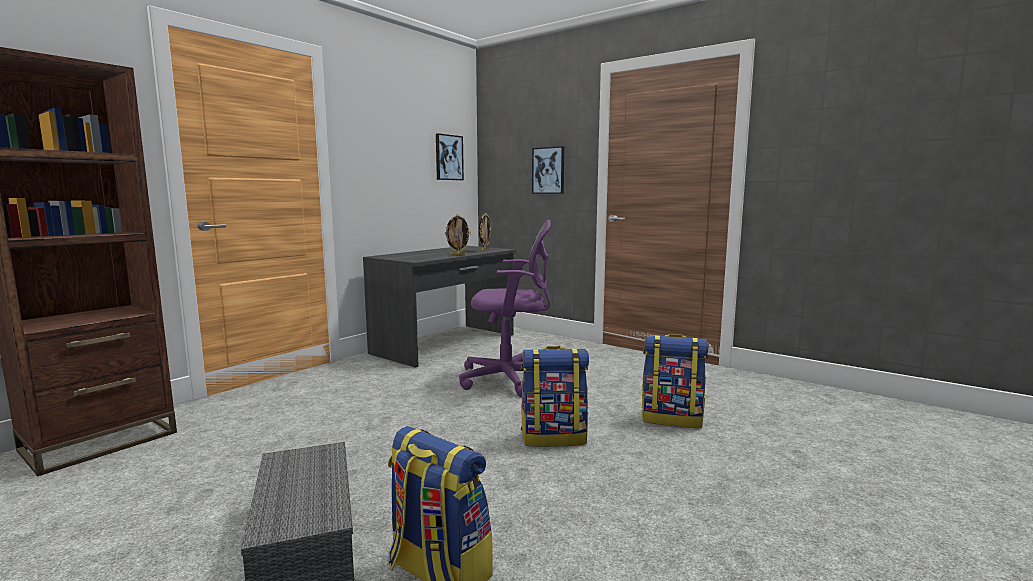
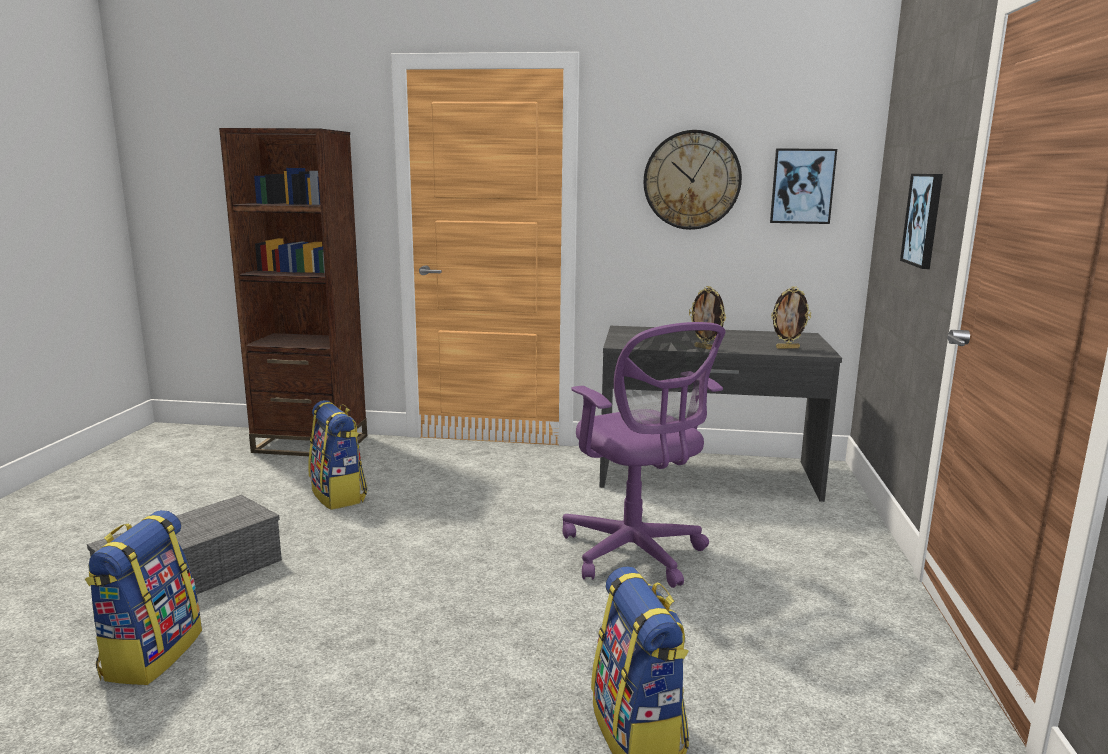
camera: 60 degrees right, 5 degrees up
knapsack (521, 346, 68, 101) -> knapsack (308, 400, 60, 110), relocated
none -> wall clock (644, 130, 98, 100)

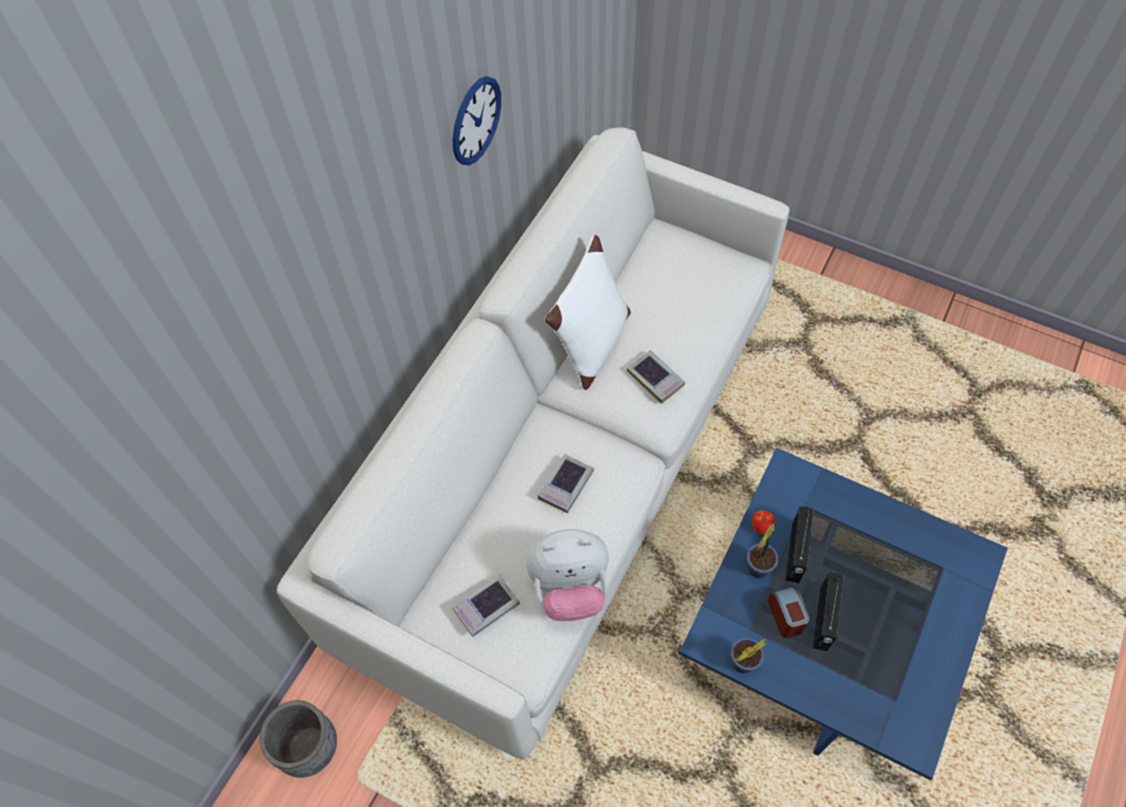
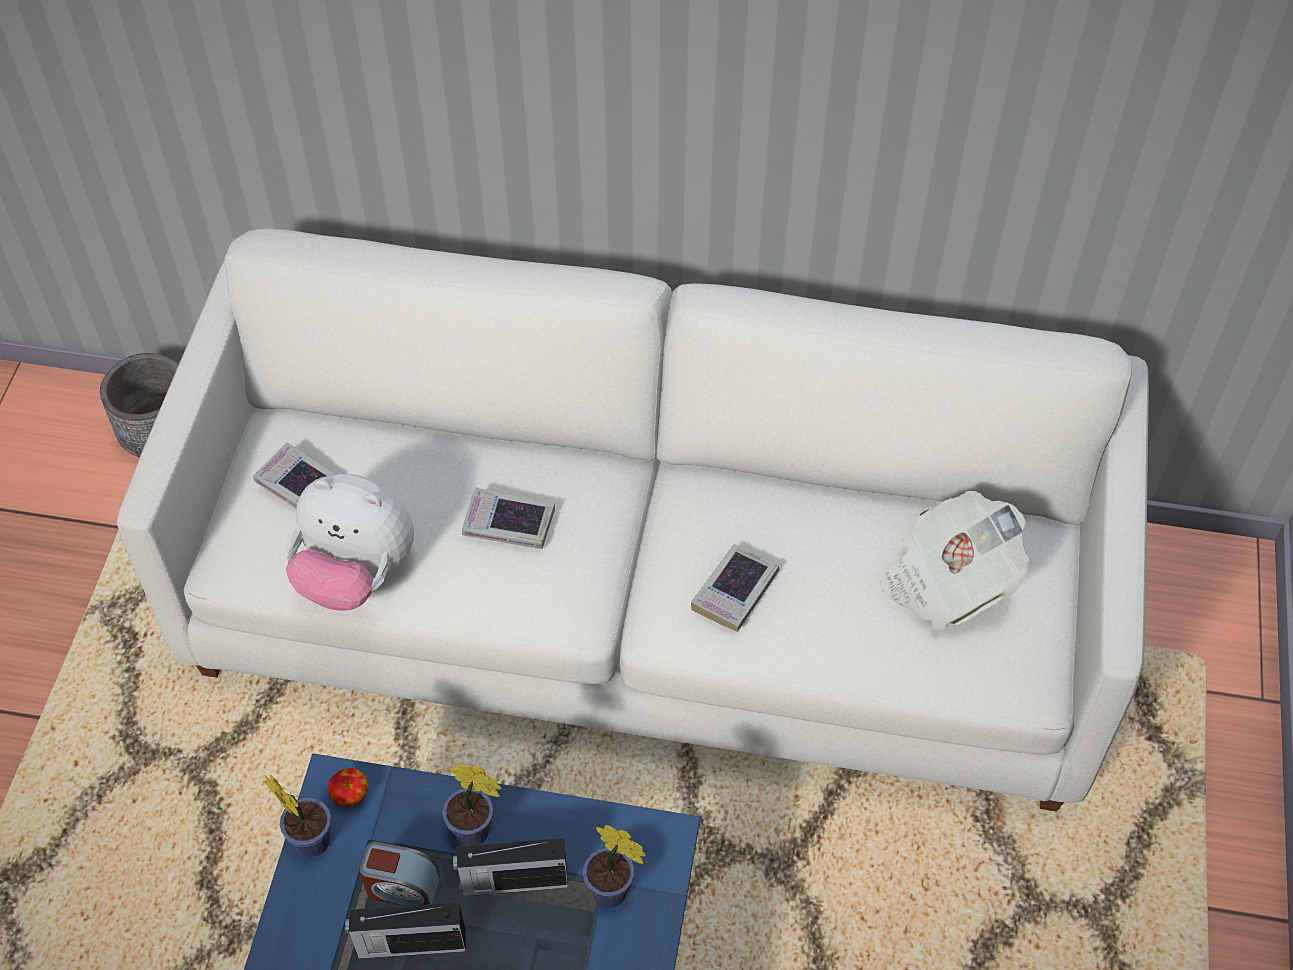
camera: 70 degrees right, 5 degrees down
wall clock (453, 76, 48, 89) -> none
soft toy (526, 529, 83, 92) -> soft toy (286, 474, 128, 137), 45 degrees counterclockwise
white throw pillow (544, 235, 87, 155) -> none
apple (752, 510, 23, 24) -> apple (328, 768, 40, 38), relocated
bedside clock (767, 587, 43, 51) -> bedside clock (359, 841, 81, 65), 45 degrees clockwise
none -> plant in a pot (583, 825, 63, 82)
none -> newspaper (880, 491, 149, 141)

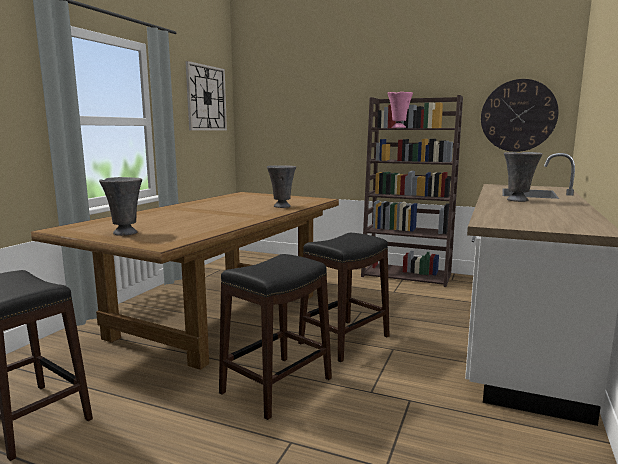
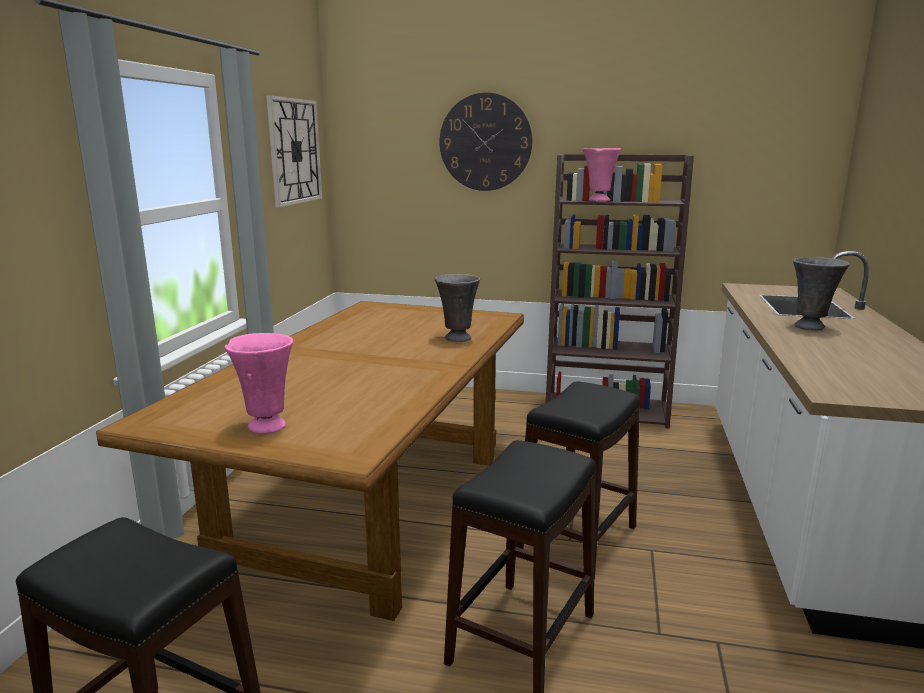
camera: 10 degrees left, 5 degrees up
greyish flower vase (99, 177, 43, 59) -> pinkish flower vase (225, 333, 68, 101)
wall clock (481, 79, 78, 73) -> wall clock (439, 92, 93, 99), relocated

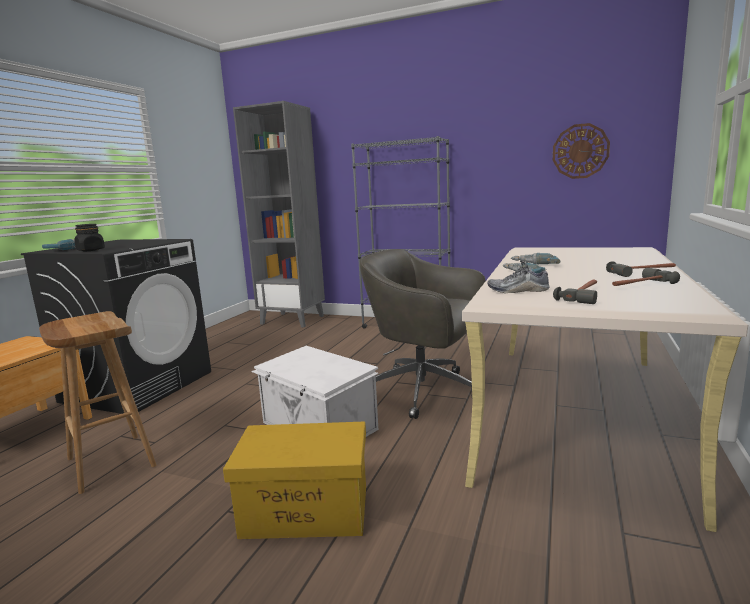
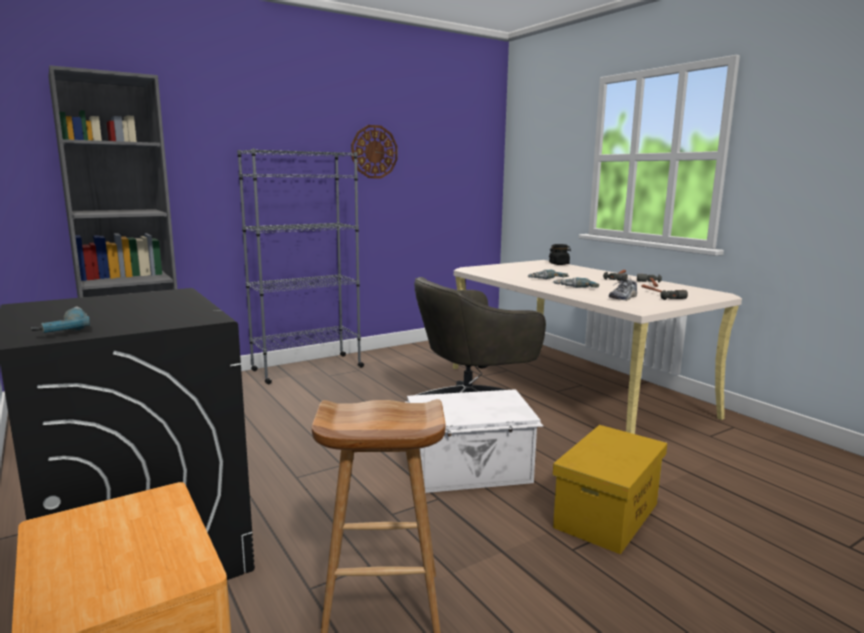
camera: 55 degrees left, 0 degrees up
blackish storage jar (74, 224, 31, 27) -> blackish storage jar (549, 244, 22, 21), relocated
wall clock (553, 123, 57, 56) -> wall clock (351, 125, 47, 53), relocated

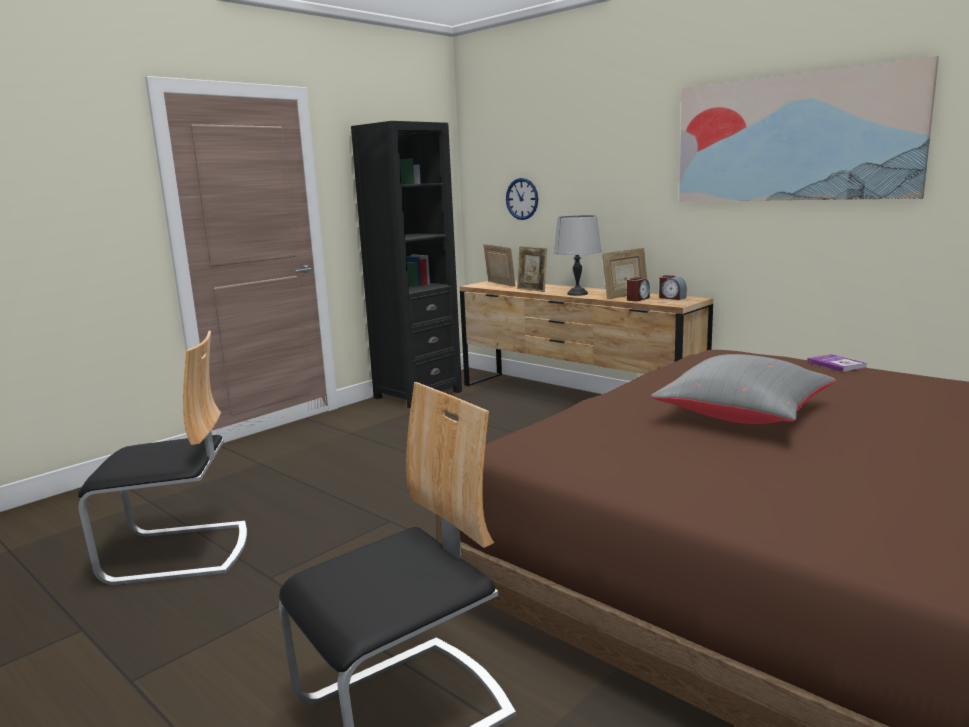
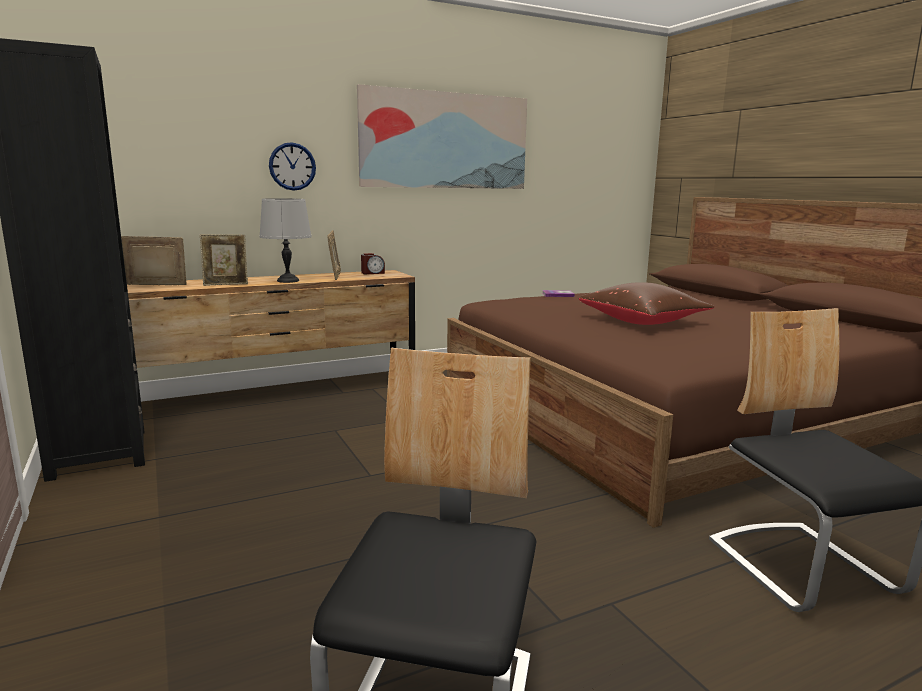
camera: 70 degrees left, 0 degrees up
wall clock (506, 178, 32, 42) -> wall clock (269, 142, 47, 49), relocated
bedside clock (627, 277, 23, 24) -> none
greyish throw pillow (651, 354, 185, 70) -> brown throw pillow (579, 282, 135, 43)

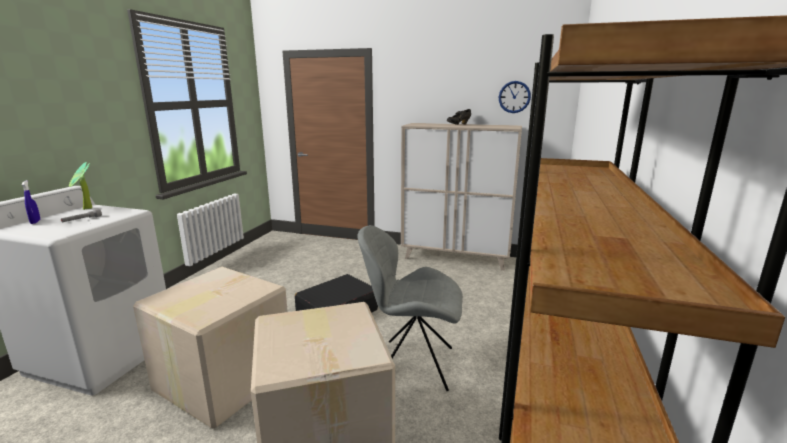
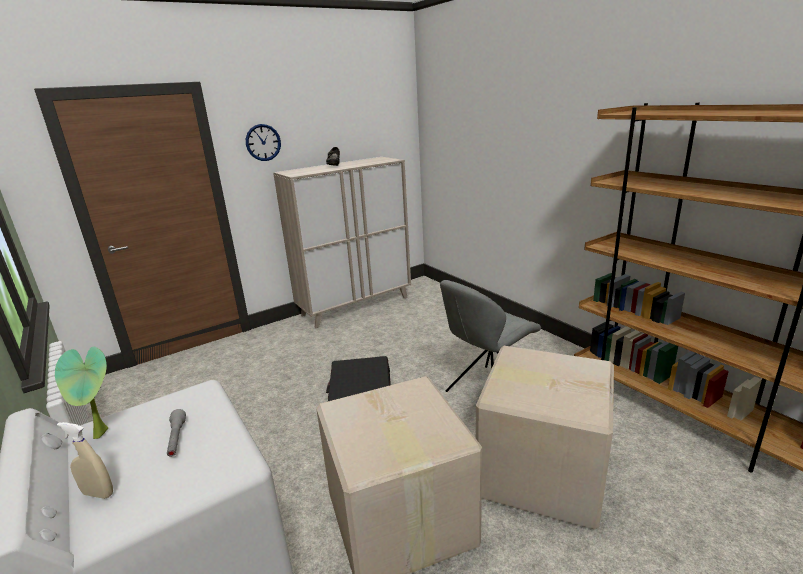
camera: 50 degrees left, 5 degrees up
blue hand sprayer (22, 180, 18, 44) -> beige-coloured hand sprayer (57, 422, 56, 77)
wall clock (499, 81, 32, 32) -> wall clock (246, 124, 35, 37), relocated

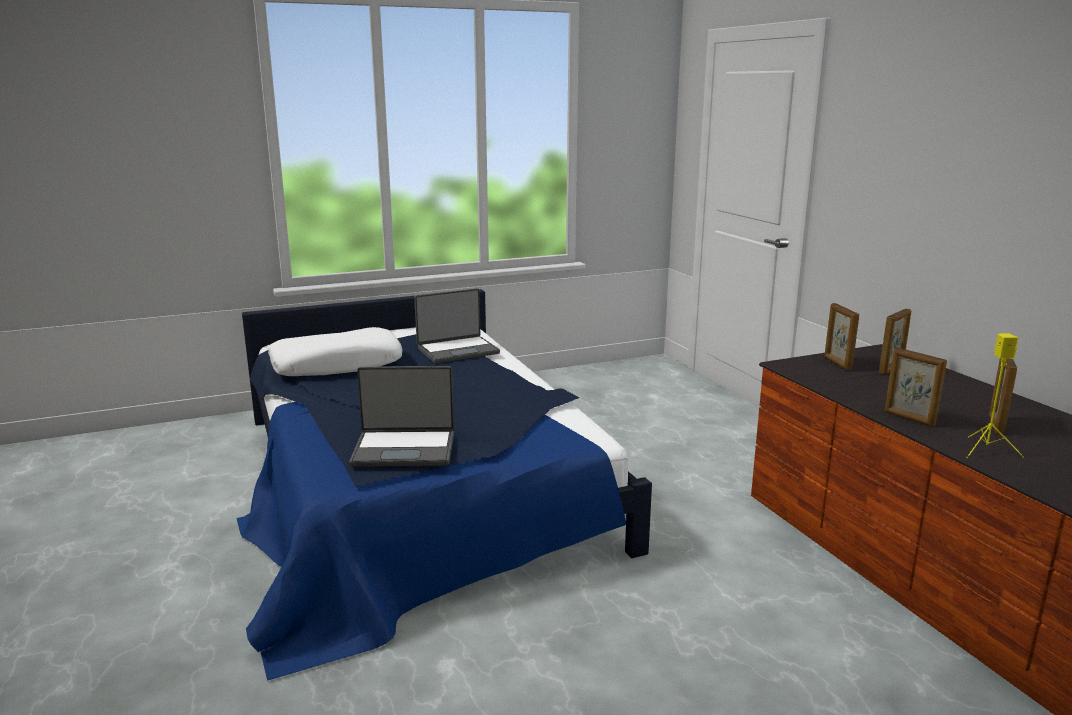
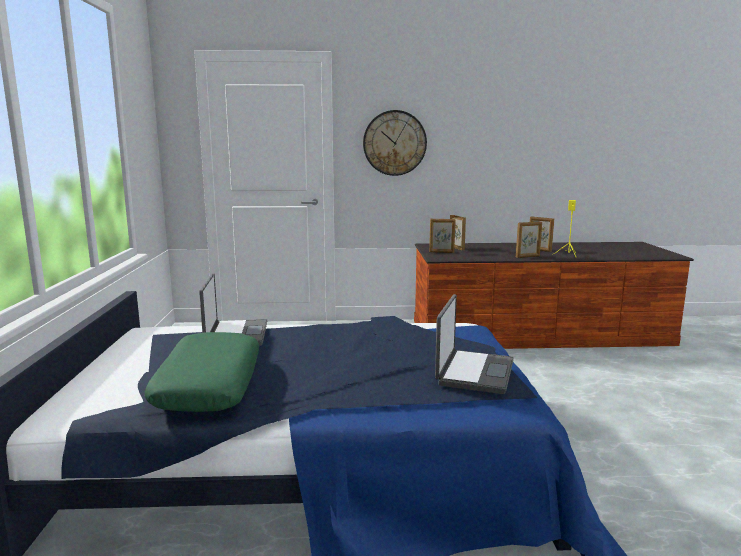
camera: 70 degrees left, 5 degrees down
white throw pillow (268, 327, 134, 49) -> greenish throw pillow (144, 332, 115, 80)
none -> wall clock (363, 110, 64, 66)

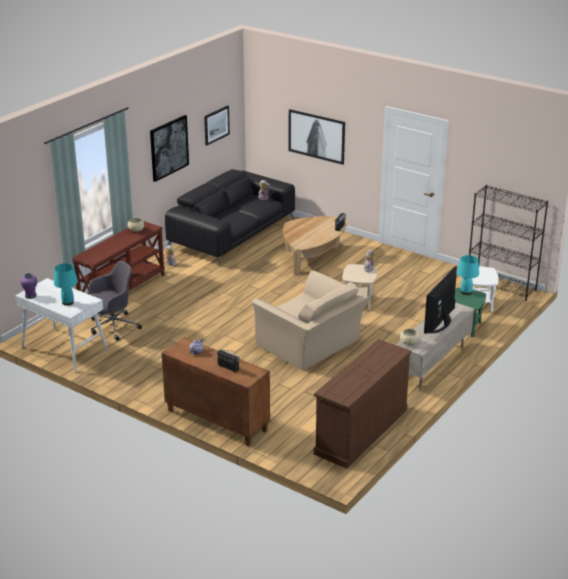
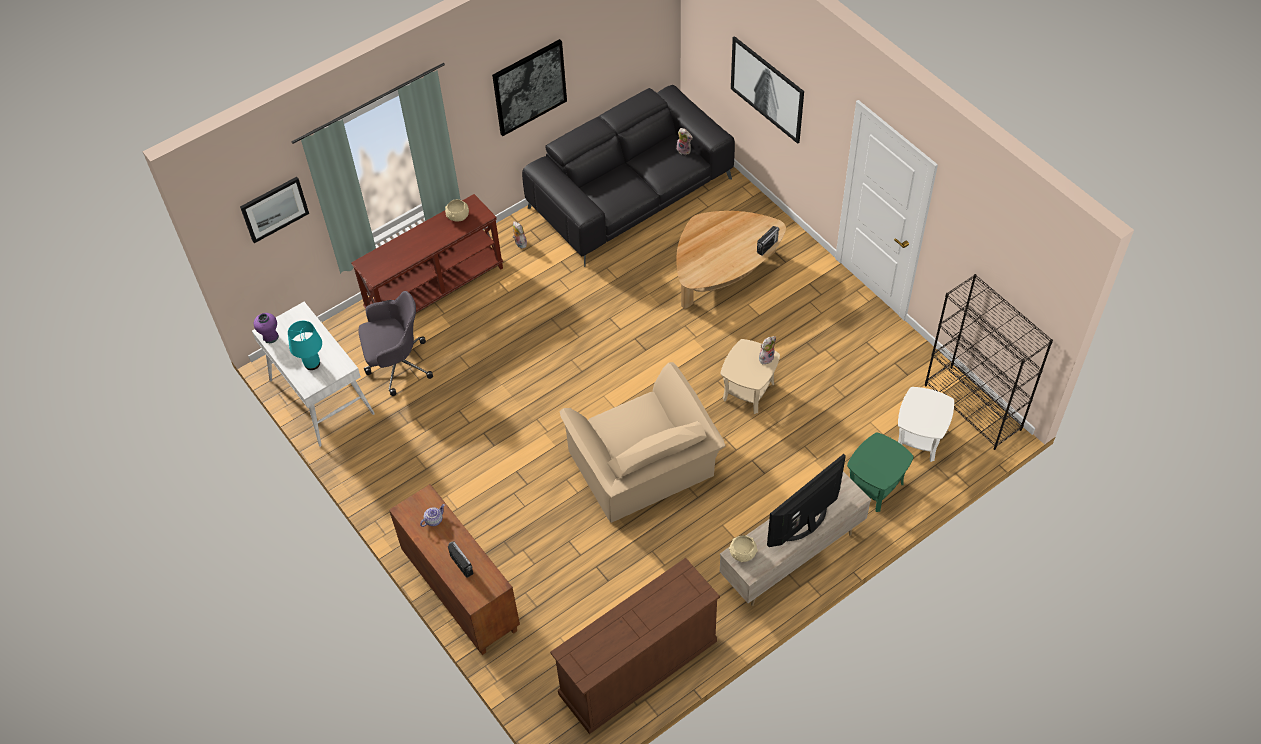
camera: 20 degrees right, 25 degrees up
wall picture (204, 106, 26, 40) -> wall picture (240, 177, 69, 66), relocated
turquoise table lamp (457, 255, 22, 40) -> none

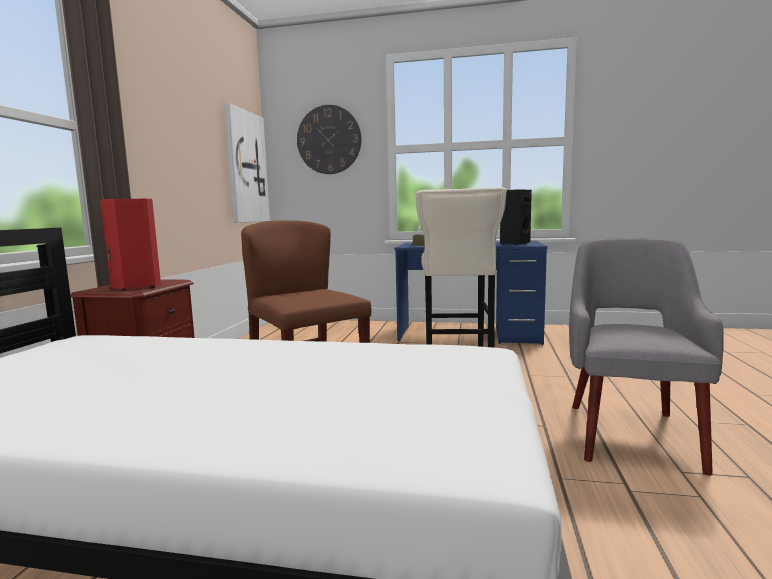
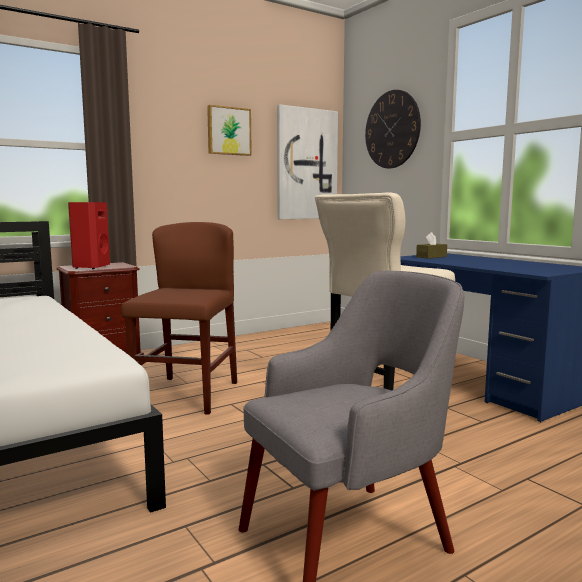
camera: 45 degrees right, 0 degrees up
blackish loudspeaker (500, 189, 32, 56) -> none
none -> wall picture (207, 105, 45, 51)

